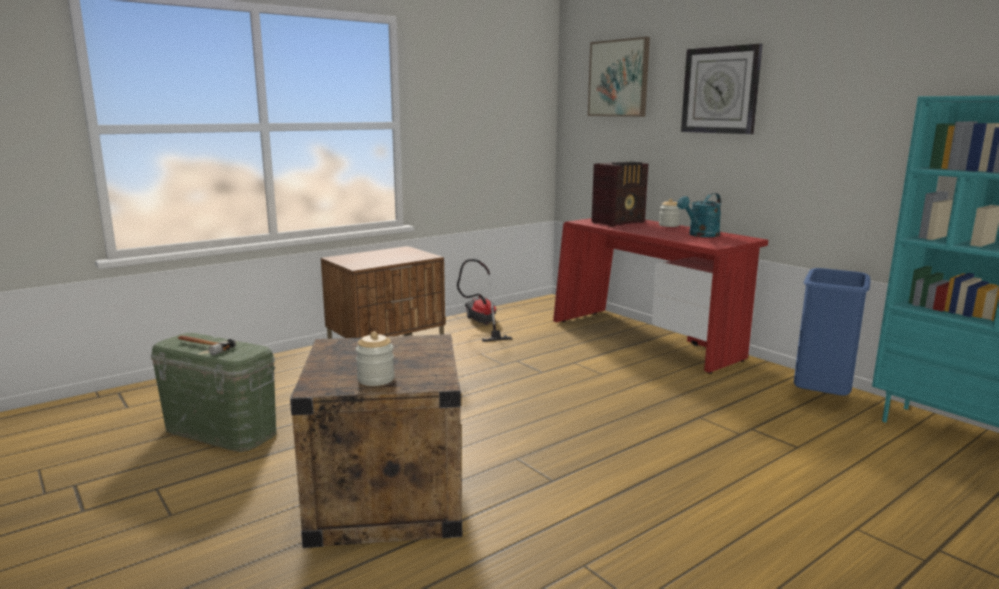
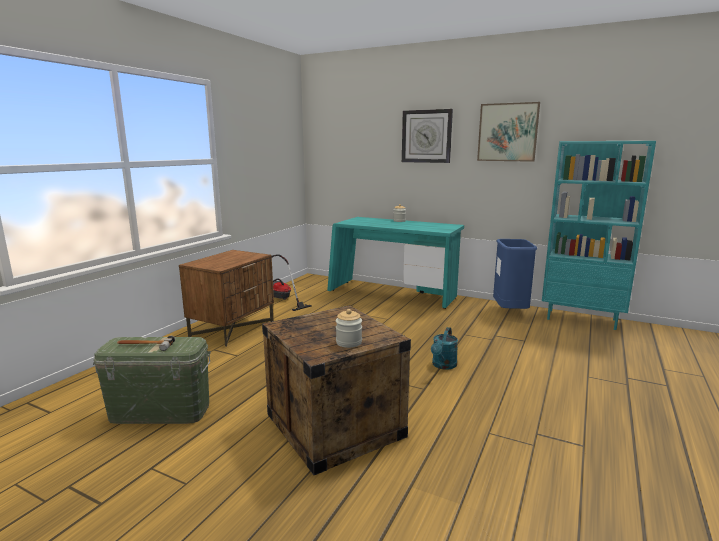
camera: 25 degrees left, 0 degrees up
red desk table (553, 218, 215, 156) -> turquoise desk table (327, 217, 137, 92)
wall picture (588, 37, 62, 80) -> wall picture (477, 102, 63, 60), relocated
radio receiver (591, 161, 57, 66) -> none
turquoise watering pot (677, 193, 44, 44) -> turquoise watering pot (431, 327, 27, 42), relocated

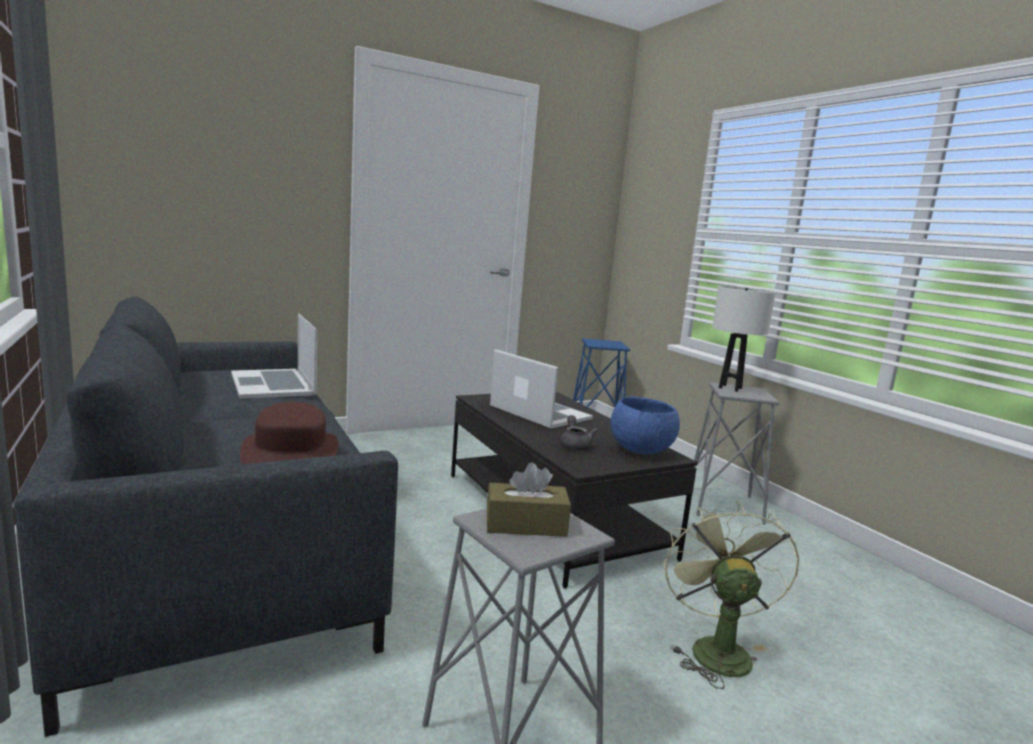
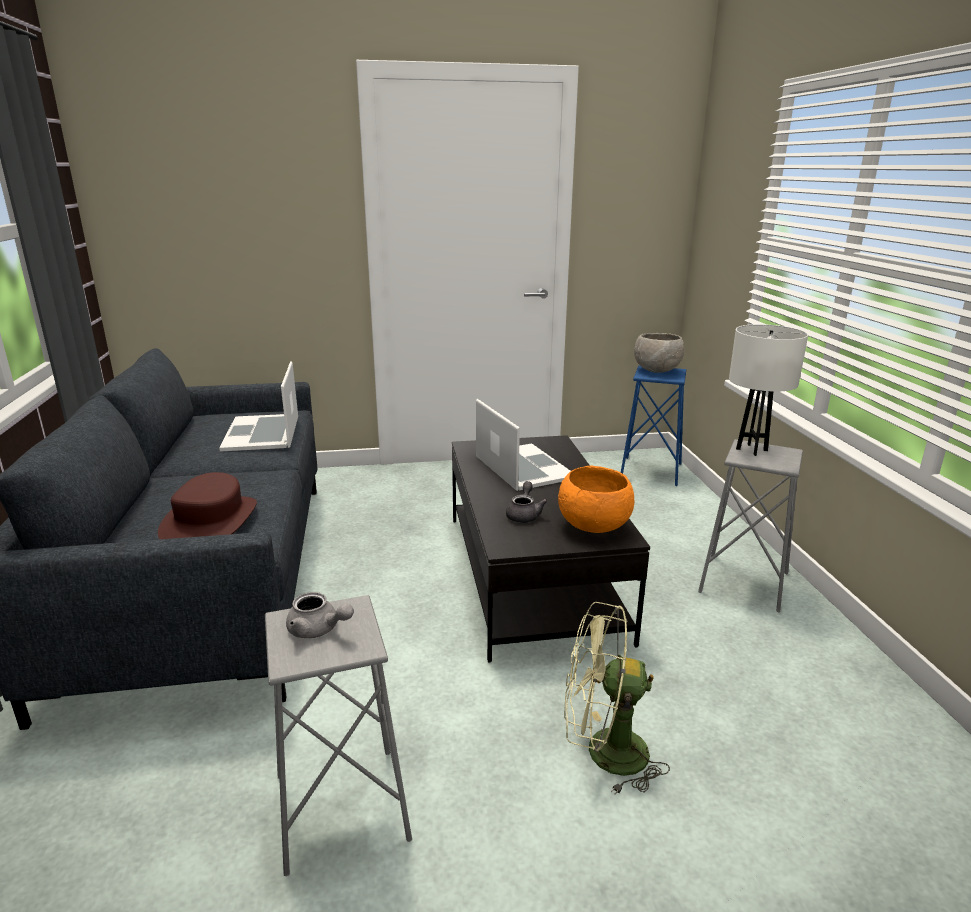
camera: 20 degrees right, 10 degrees up
brown tissue box (487, 462, 84, 75) -> greyish pot for tea (286, 592, 68, 46)
blue deep dish (610, 396, 70, 58) -> orangey deep dish (558, 465, 76, 68)
greenish fan (663, 500, 137, 189) -> greenish fan (564, 602, 106, 193), 105 degrees counterclockwise
none -> greyish deep dish (634, 333, 50, 40)

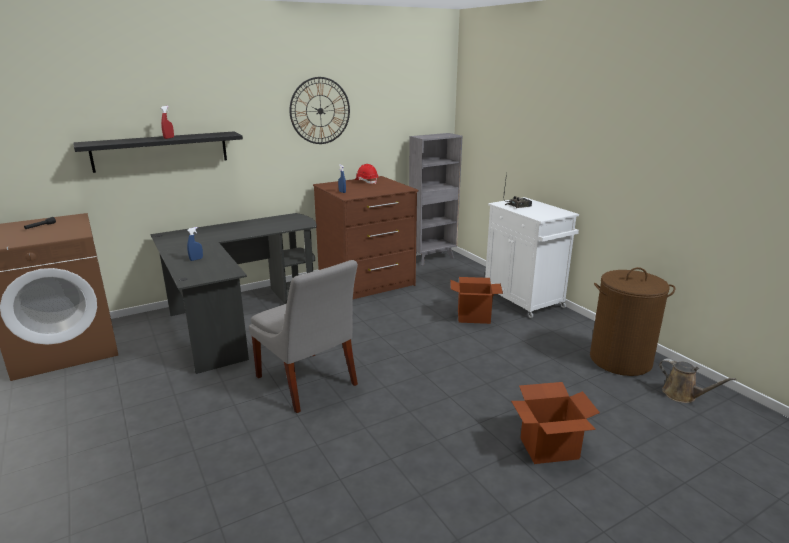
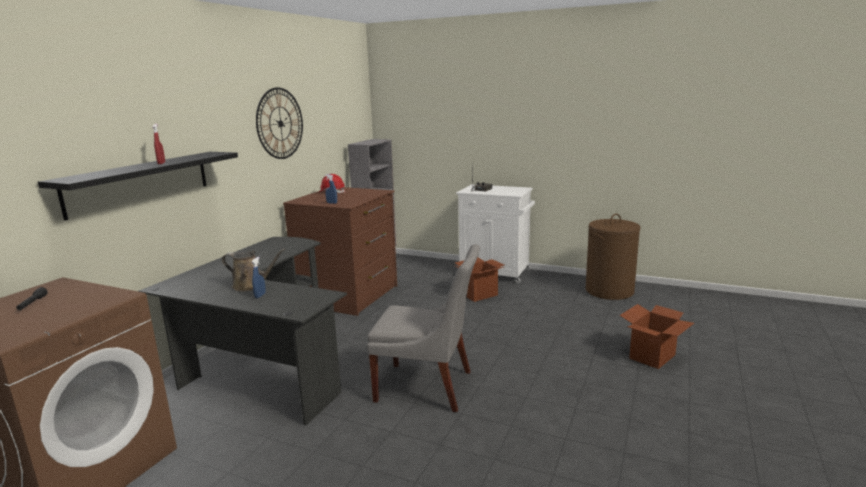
camera: 35 degrees left, 5 degrees down
brown watering pot (659, 359, 77, 44) -> brown watering pot (222, 249, 64, 43), relocated

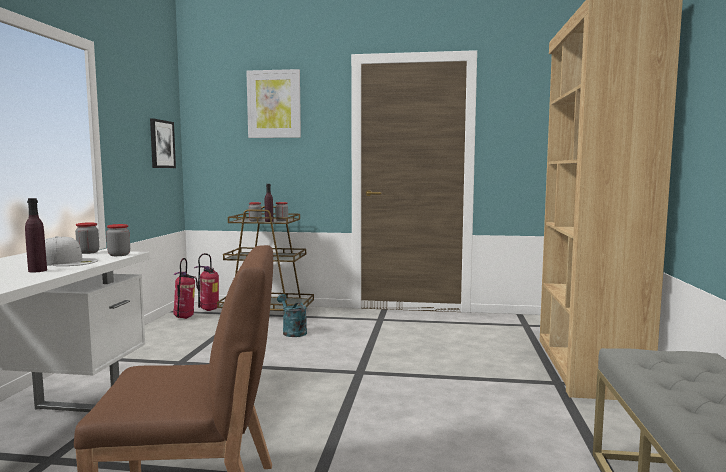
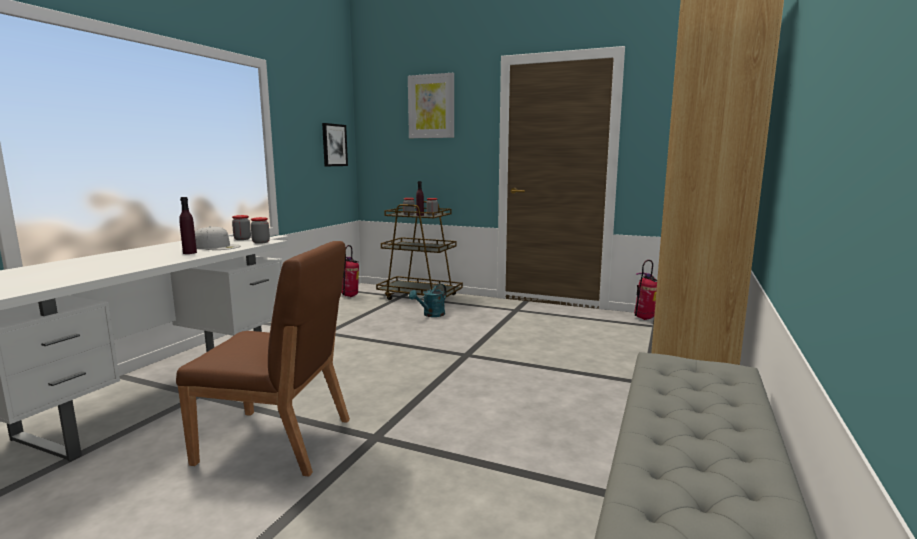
camera: 15 degrees right, 5 degrees up
extinguisher (194, 253, 25, 58) -> extinguisher (634, 260, 23, 60), relocated
turquoise watering pot (277, 294, 30, 43) -> turquoise watering pot (409, 284, 38, 33), 120 degrees counterclockwise

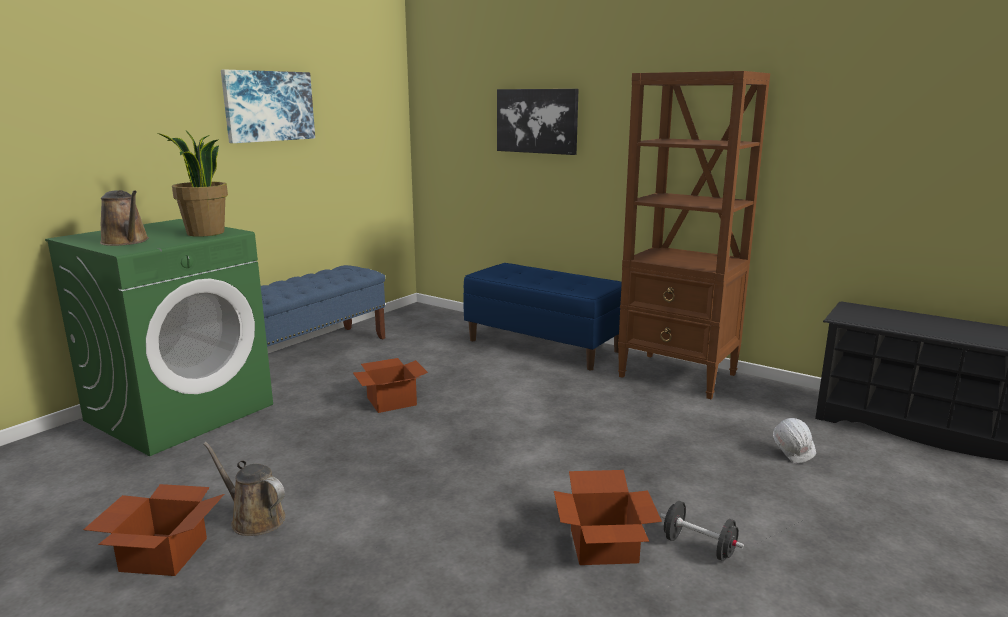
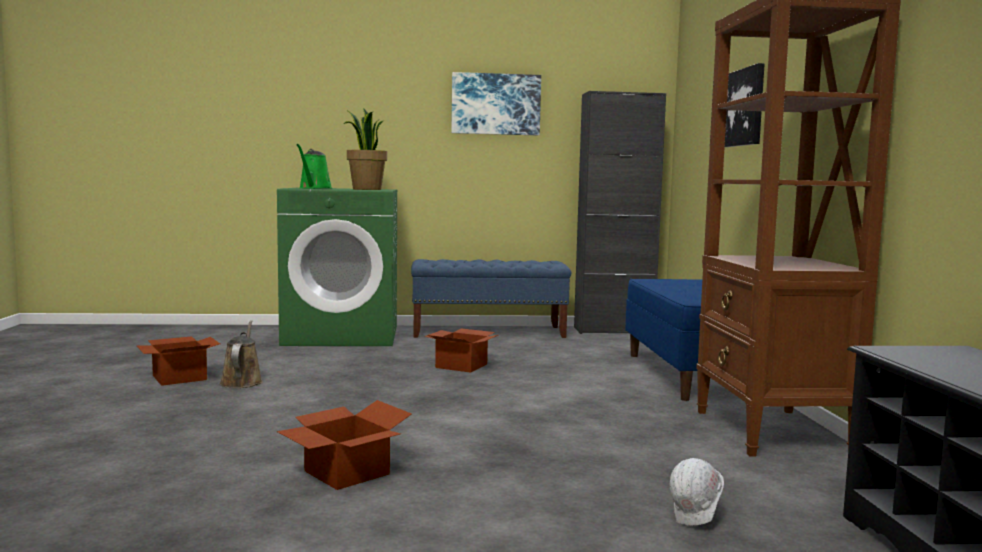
camera: 50 degrees right, 10 degrees down
brown watering pot (100, 190, 49, 56) -> greenish watering pot (296, 144, 36, 45)
blackish hand weight (660, 501, 84, 60) -> none
none -> blackish storage cabinet (574, 91, 92, 243)

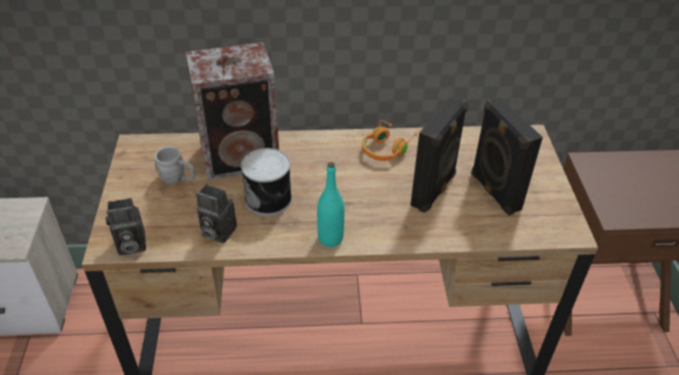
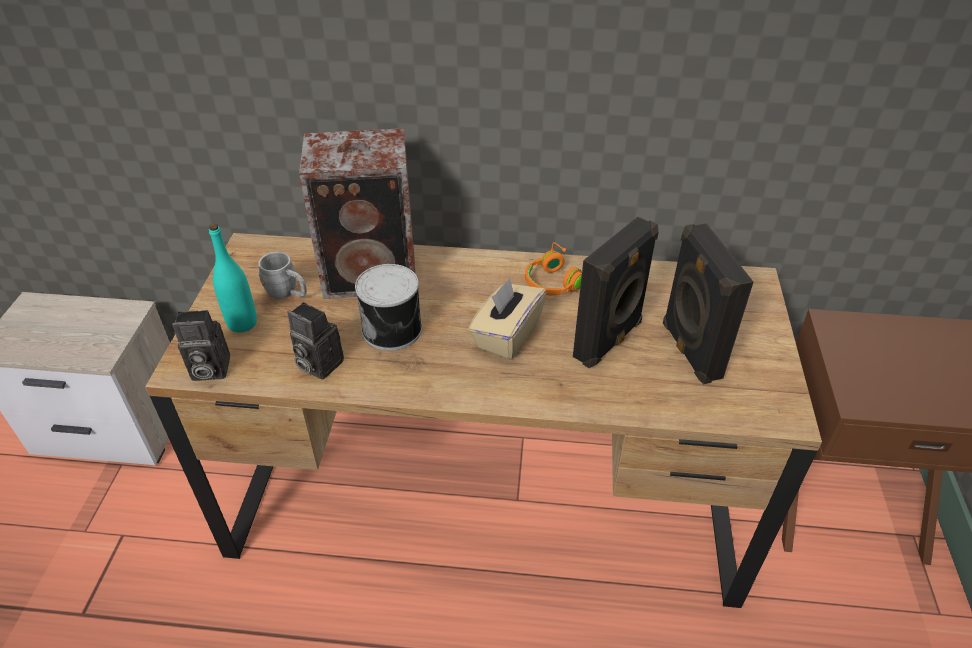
camera: 10 degrees right, 0 degrees up
turquoise drink bottle (317, 162, 27, 85) -> turquoise drink bottle (209, 224, 48, 109), relocated
none -> beige-coloured tissue box (468, 277, 78, 83)

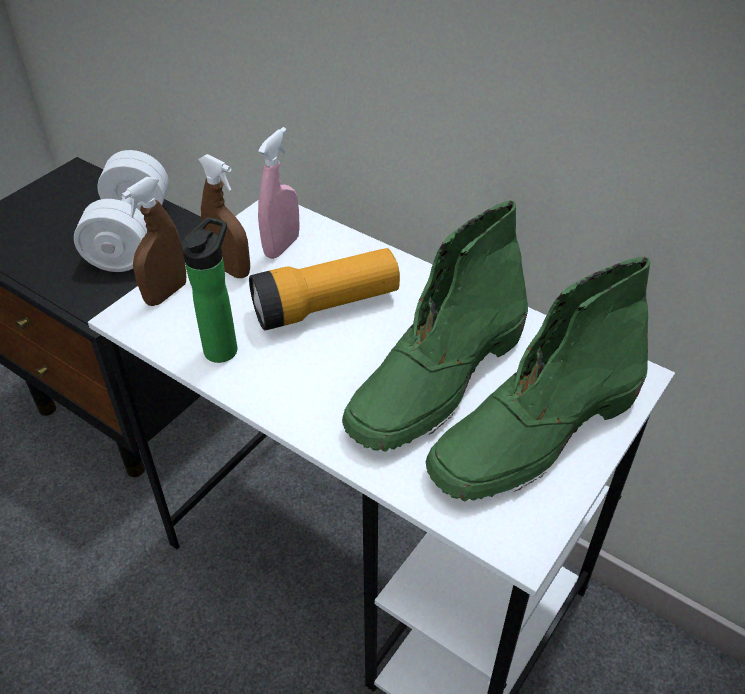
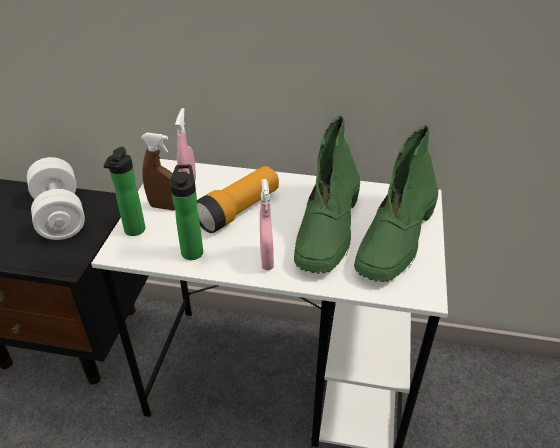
camera: 25 degrees left, 5 degrees down
brown hand sprayer (121, 177, 65, 129) -> drink bottle (103, 147, 42, 89)
none -> pinkish hand sprayer (260, 179, 14, 91)

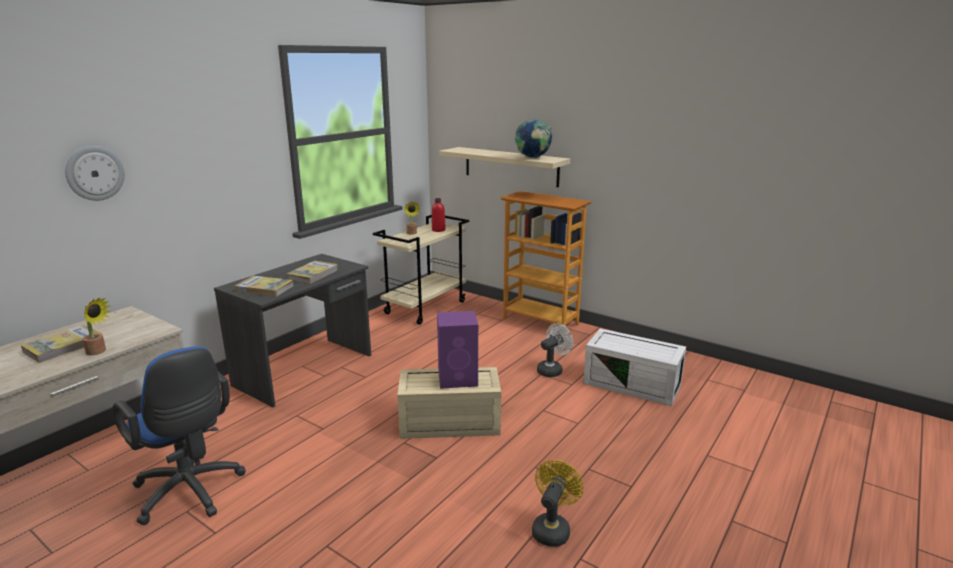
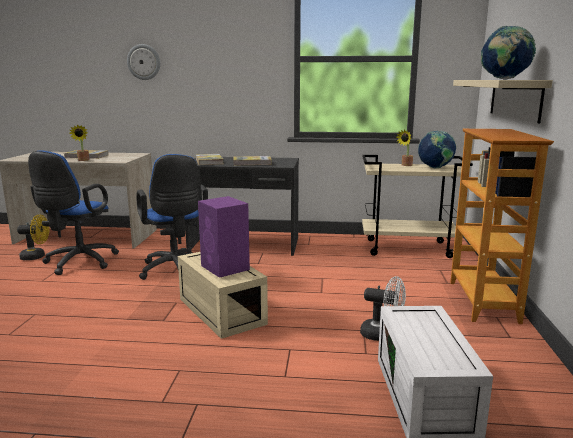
camera: 60 degrees right, 5 degrees down
red drink bottle (432, 198, 14, 34) -> world globe (418, 131, 38, 37)
yellow-coloured fan (532, 460, 52, 87) -> yellow-coloured fan (17, 214, 32, 46), relocated
none -> blue office chair (136, 154, 72, 126)

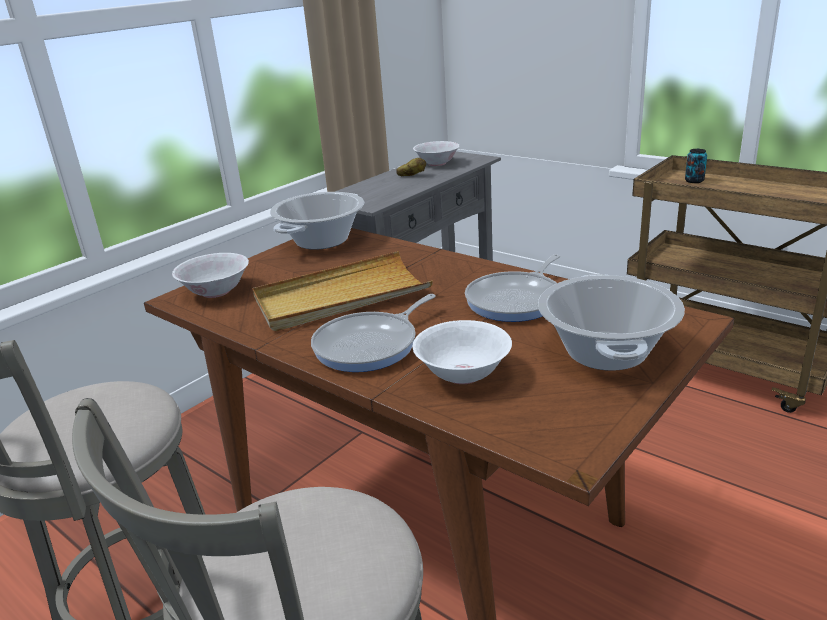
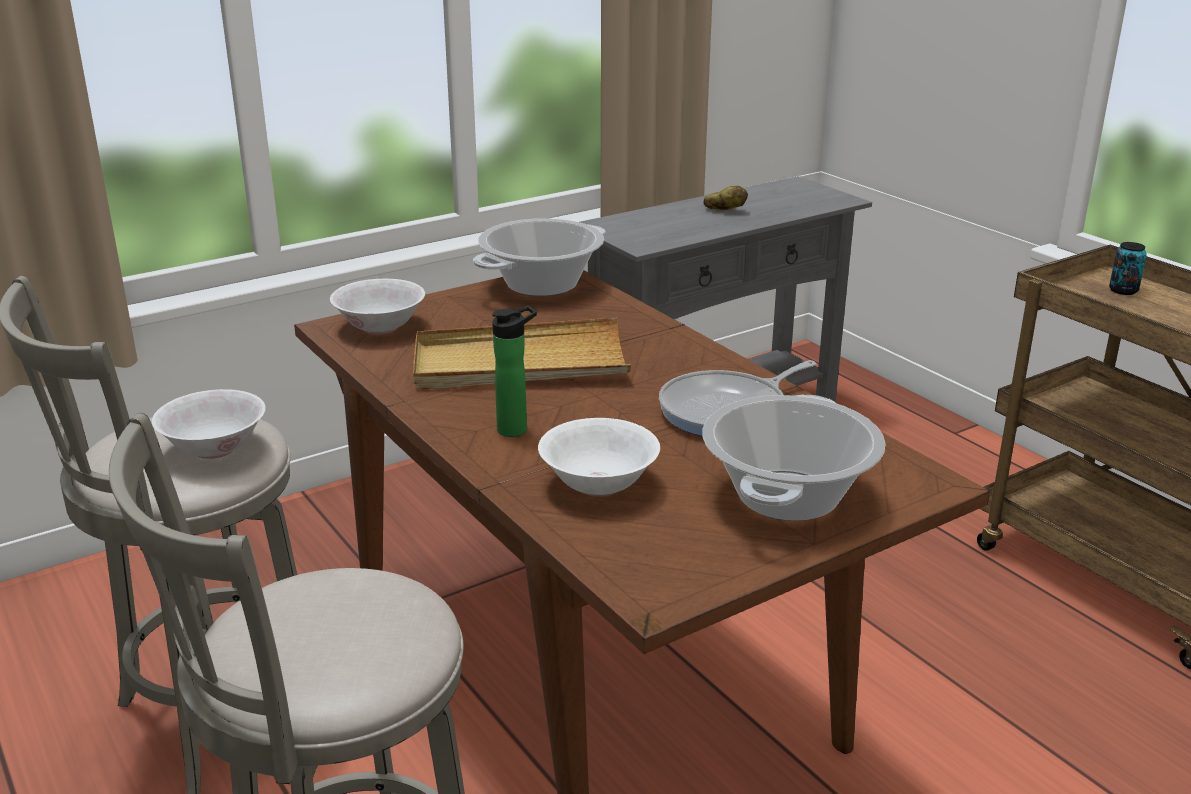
camera: 15 degrees right, 0 degrees up
pan (311, 294, 125, 78) -> drink bottle (492, 305, 45, 132)
white deep dish (413, 141, 47, 25) -> white deep dish (152, 389, 114, 70), relocated

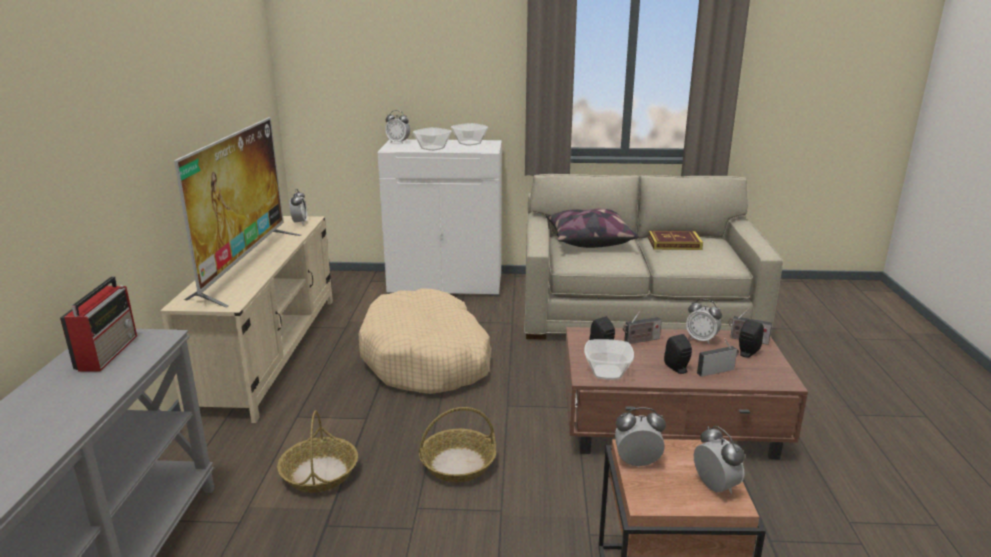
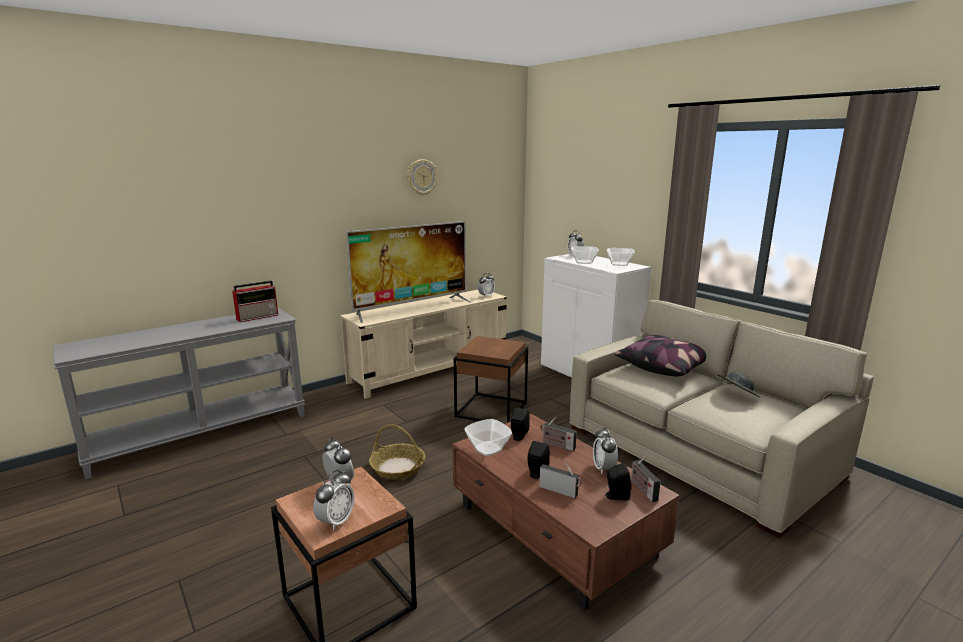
camera: 50 degrees right, 5 degrees down
household basket (277, 410, 81, 82) -> none
beige-coloured dog bed (358, 288, 134, 106) -> brown side table (454, 336, 74, 88)
book (648, 231, 55, 19) -> greyish hat (717, 372, 44, 26)
none -> wall clock (407, 159, 31, 37)

